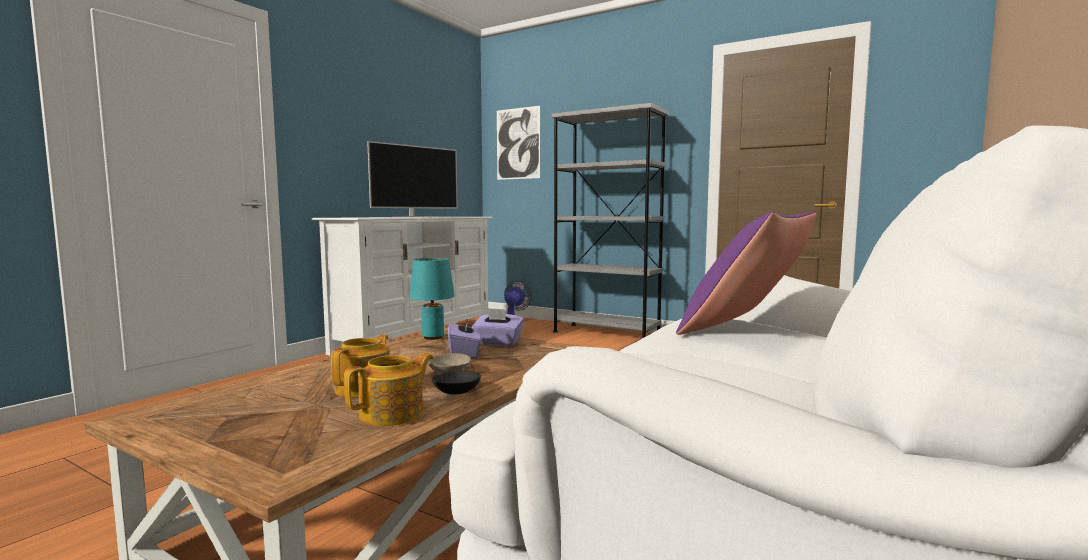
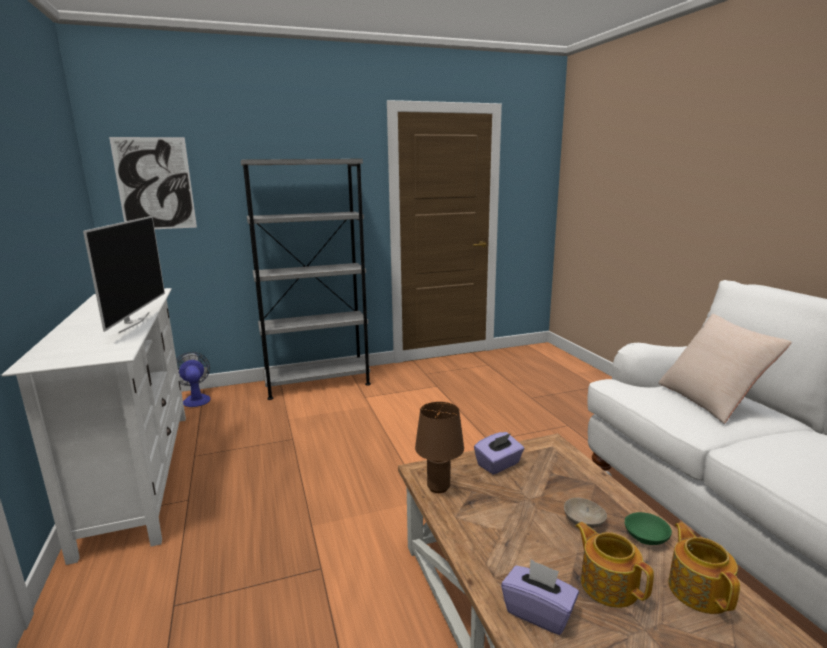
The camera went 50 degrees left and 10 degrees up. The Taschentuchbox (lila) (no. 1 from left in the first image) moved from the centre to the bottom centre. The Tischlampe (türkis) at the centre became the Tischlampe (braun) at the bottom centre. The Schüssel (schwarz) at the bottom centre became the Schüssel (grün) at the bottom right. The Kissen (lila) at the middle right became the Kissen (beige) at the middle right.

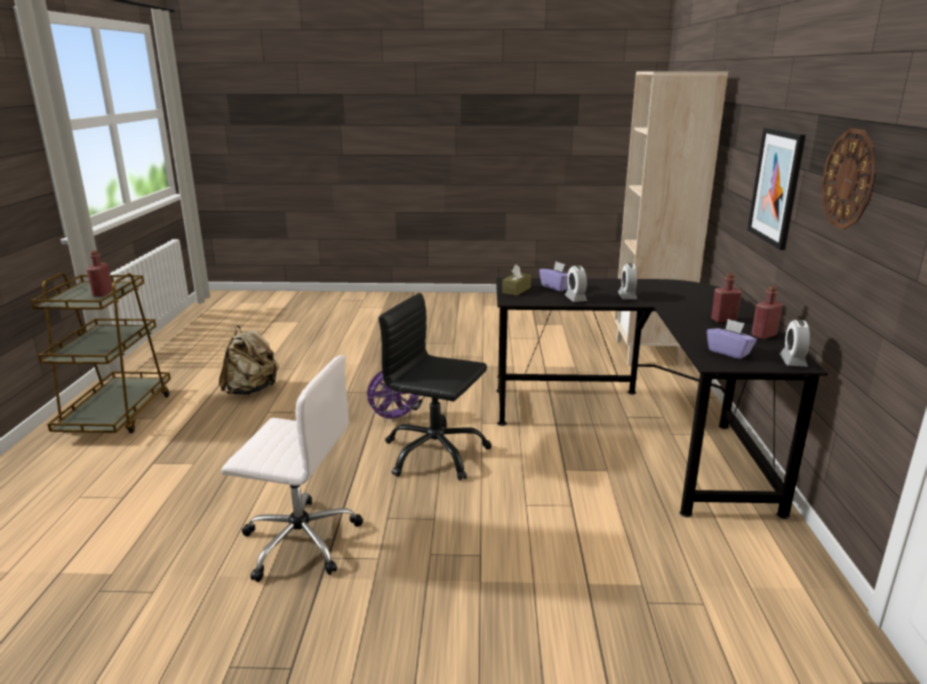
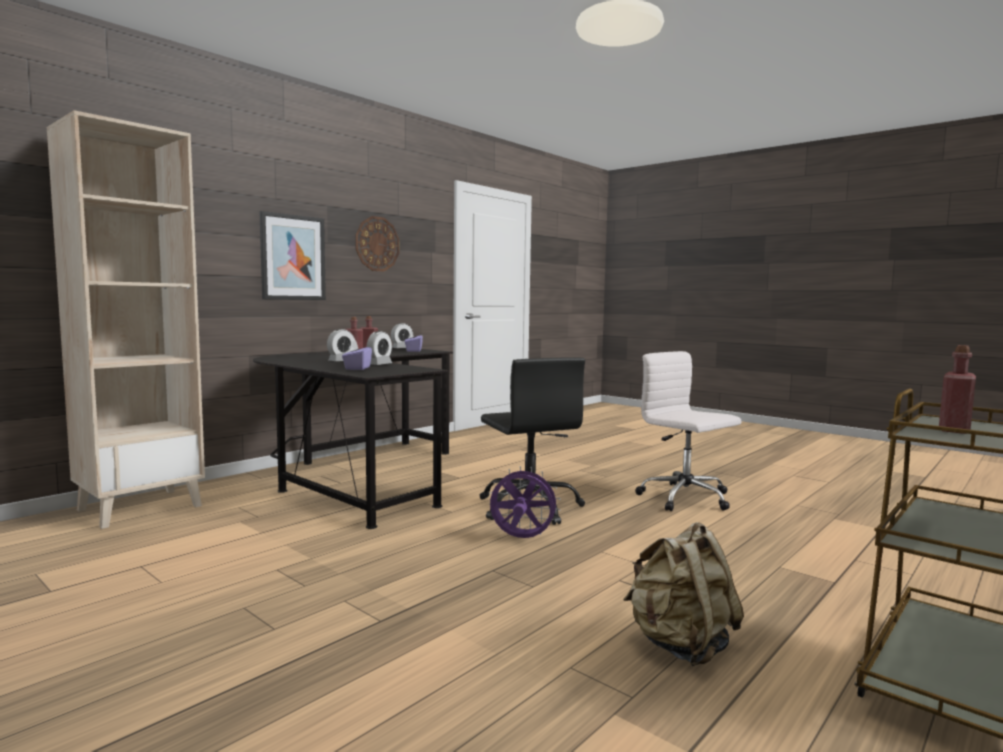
The camera went 140 degrees left and 15 degrees down. The Taschentuchbox (braun) at the centre disappeared.

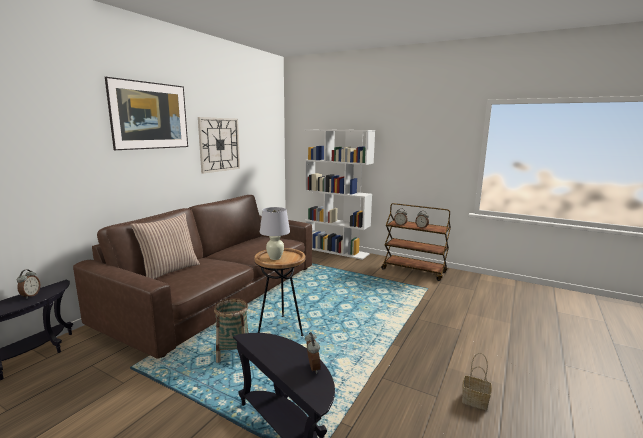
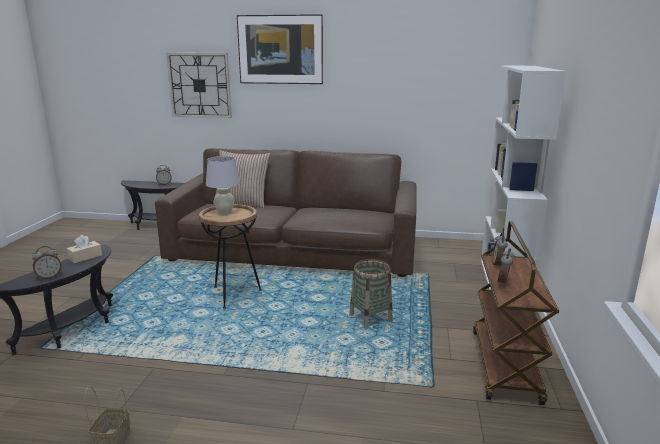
The camera went 70 degrees right and 5 degrees up. The Taschentuchbox (beige) at the middle left appeared. The Wanduhr moved from the top centre to the top left. The Korb (no. 1 from left in the first image) moved from the bottom centre to the centre.

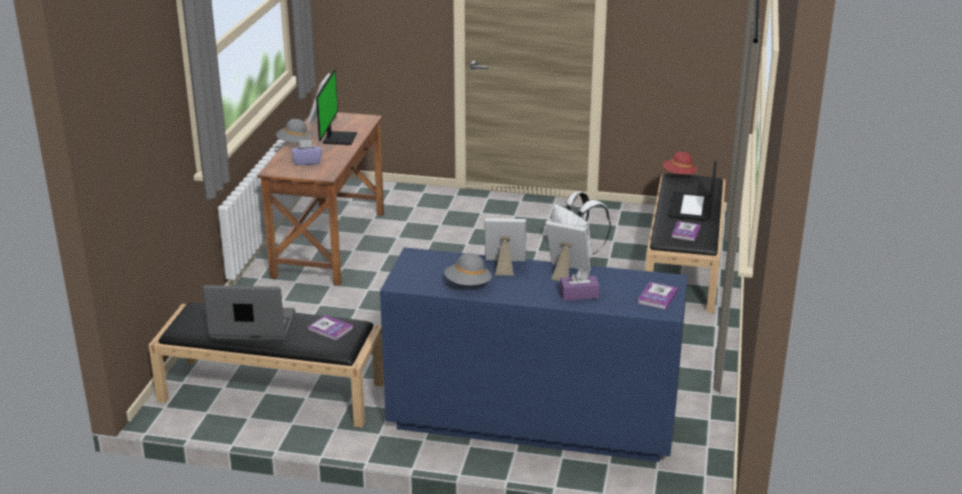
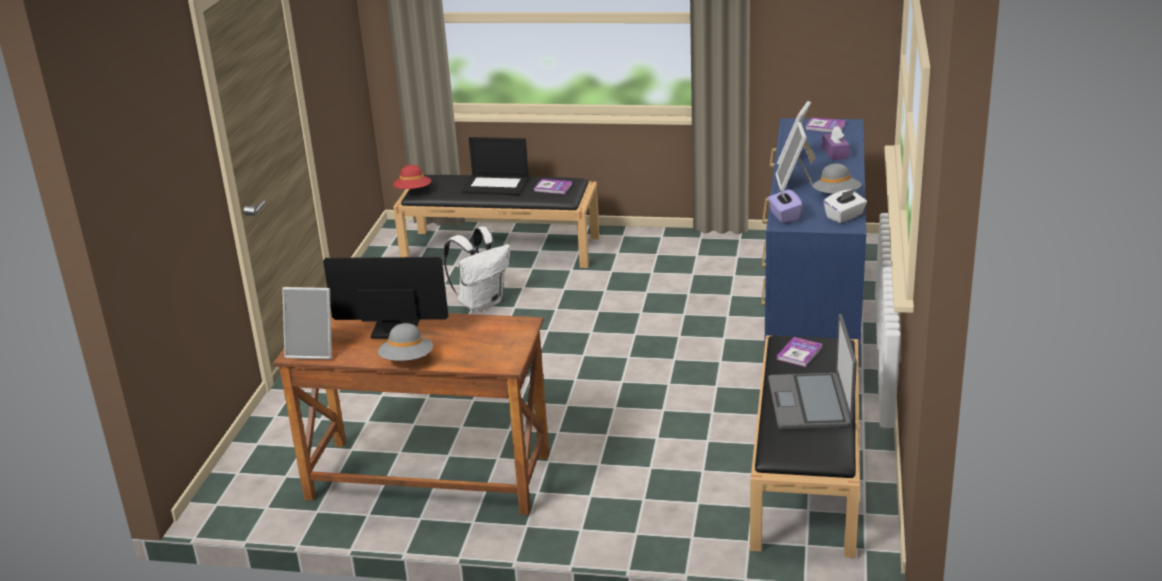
The camera went 90 degrees left and 0 degrees up. The Taschentuchbox (weiß) at the middle right appeared. The Taschentuchbox (lila) (no. 1 from left) moved from the top left to the middle right.

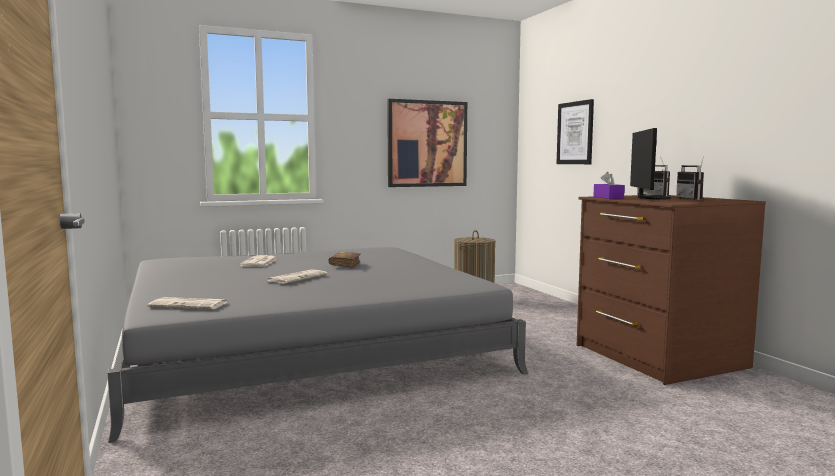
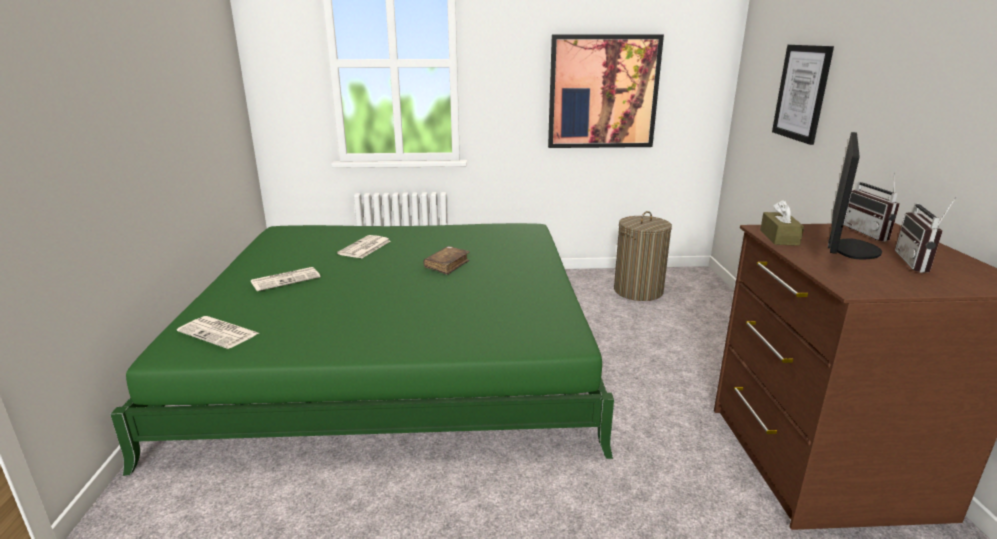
The camera went 20 degrees right and 15 degrees up. The Zeitung (no. 3 from left in the first image) moved from the centre to the middle left. The Bett (grau) at the bottom centre became the Bett (grün) at the centre. The Taschentuchbox (lila) at the middle right became the Taschentuchbox (braun) at the middle right.

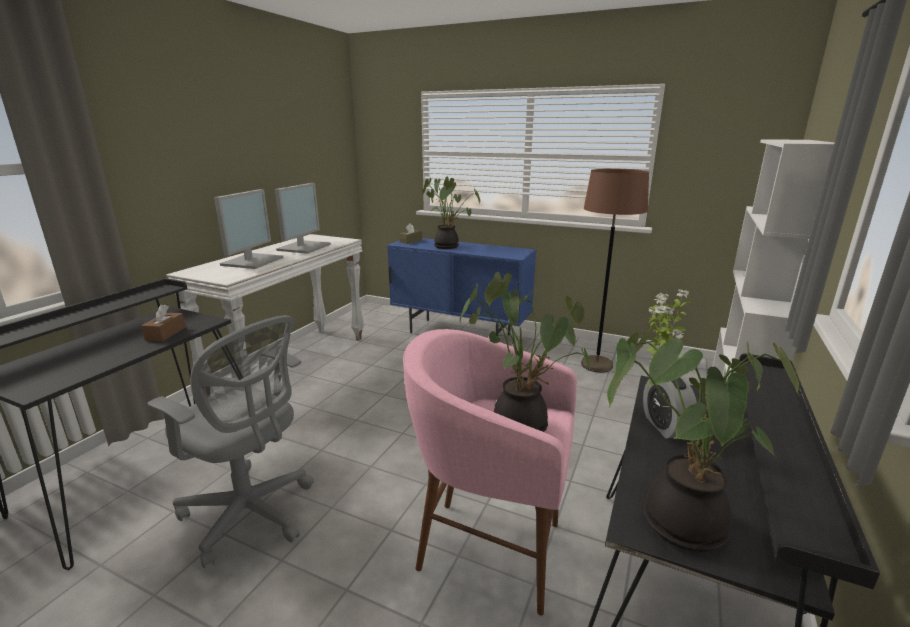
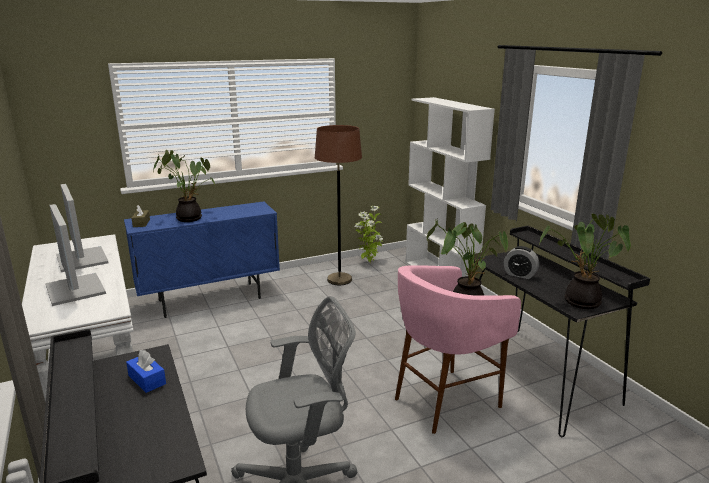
The camera went 50 degrees left and 0 degrees up. The Taschentuchbox (braun) (no. 1 from left) at the middle left became the Taschentuchbox (blau) at the bottom left.

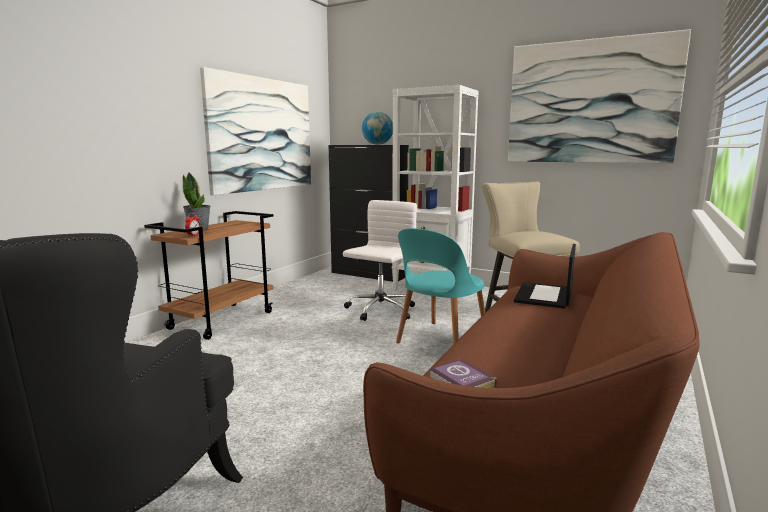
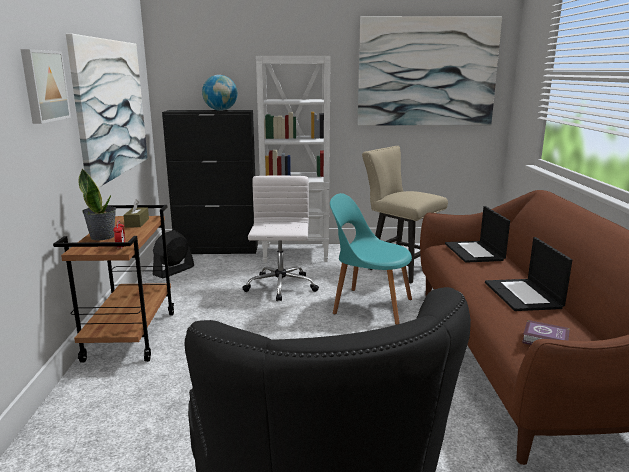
The camera went 30 degrees left and 5 degrees up. The Bild (no. 1 from left) at the top left appeared. The Taschentuchbox (braun) at the middle left appeared. The Ventilator (schwarz) at the middle left appeared. The Laptop (no. 2 from left) at the middle right appeared. The Stuhl (türkis) at the centre turned 105 degrees clockwise.

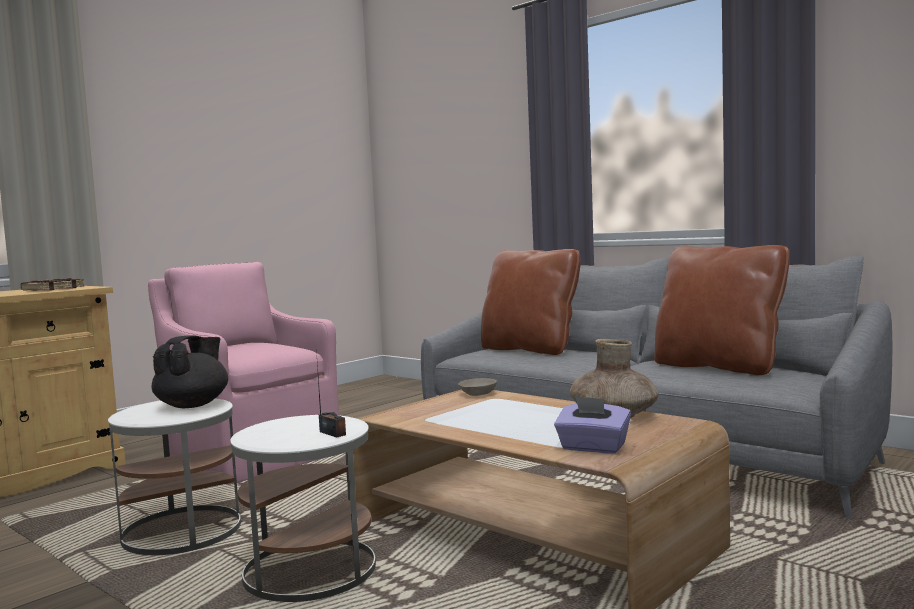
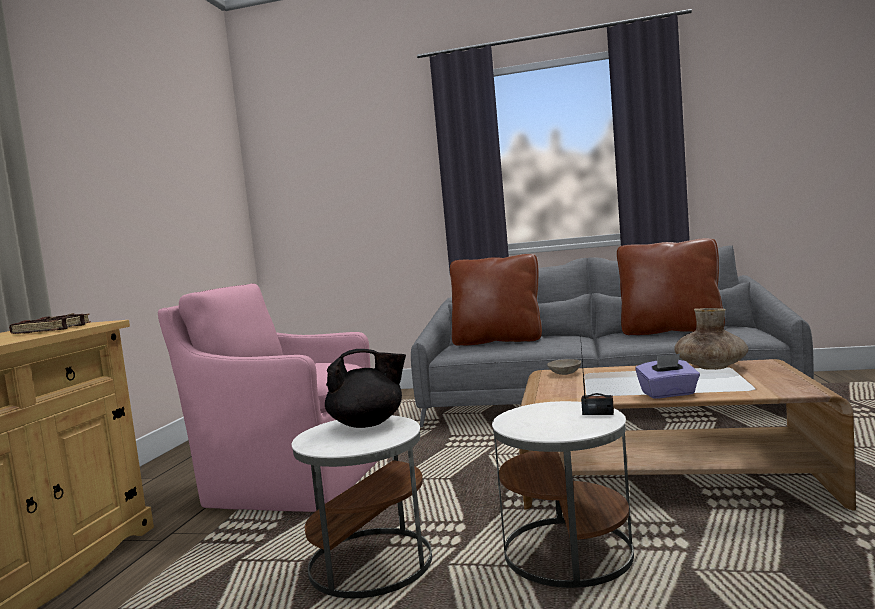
The camera went 30 degrees left and 0 degrees up. The Taschentuchbox (lila) moved from the bottom centre to the middle right. The Teekanne (schwarz) at the middle left turned 90 degrees clockwise.

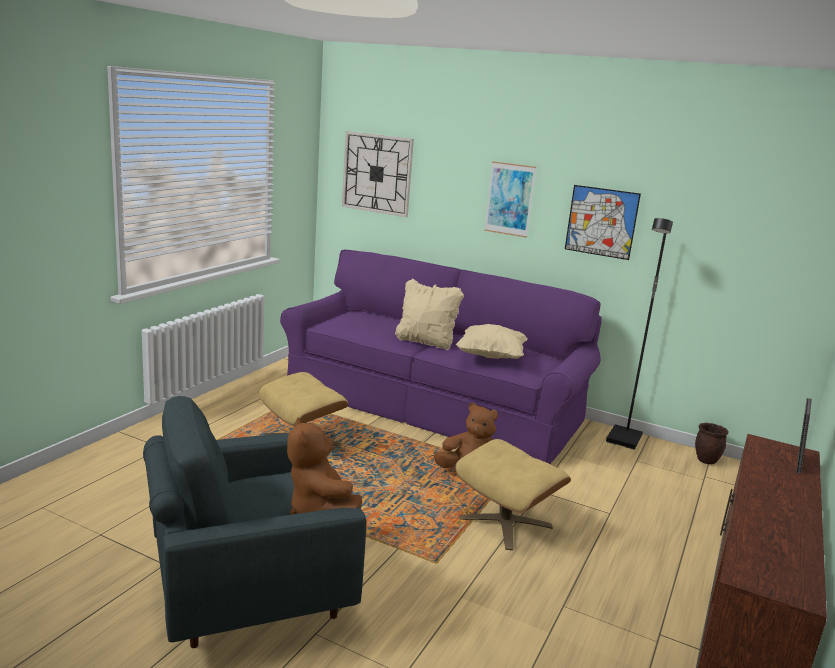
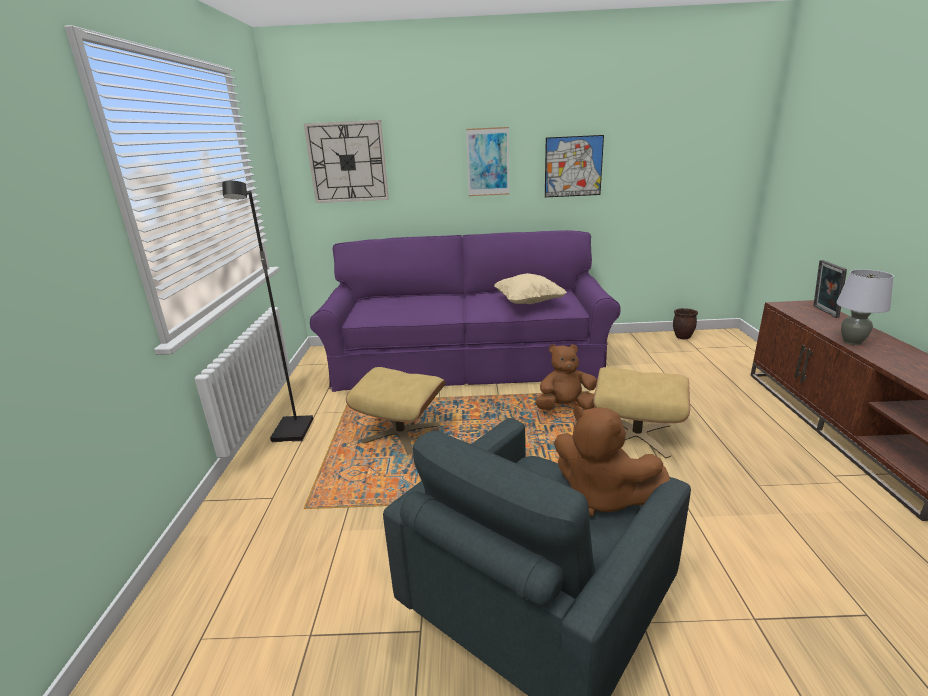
The camera went 25 degrees left and 5 degrees up. The Kissen (beige) (no. 1 from left) at the centre disappeared. The Tischlampe (grau) at the middle right appeared. The Stehlampe (schwarz) moved from the middle right to the middle left.

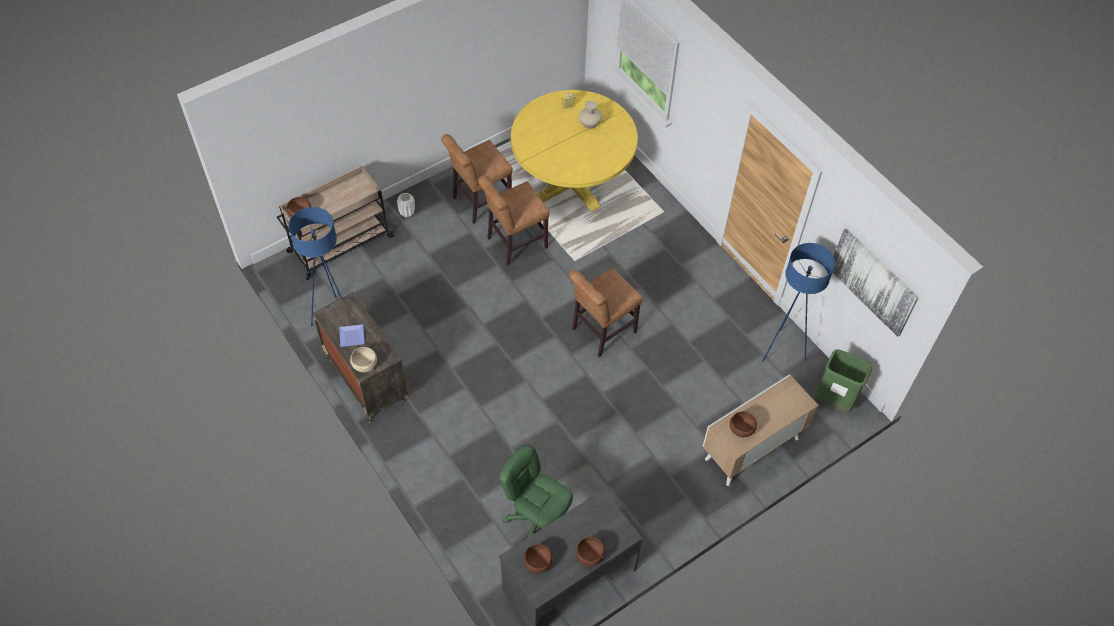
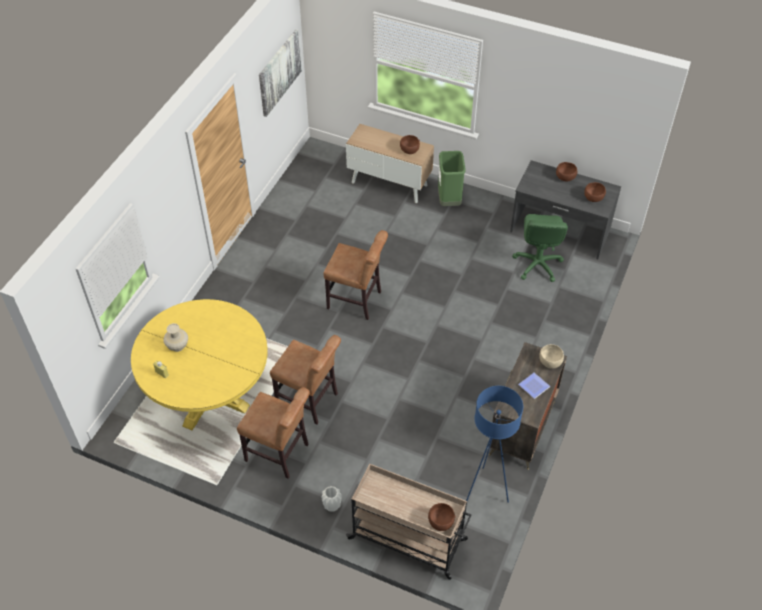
The camera went 120 degrees left and 5 degrees down. The Stehlampe (blau) (no. 2 from left) at the middle right disappeared. The Mülleimer (grün) moved from the middle right to the top centre.

